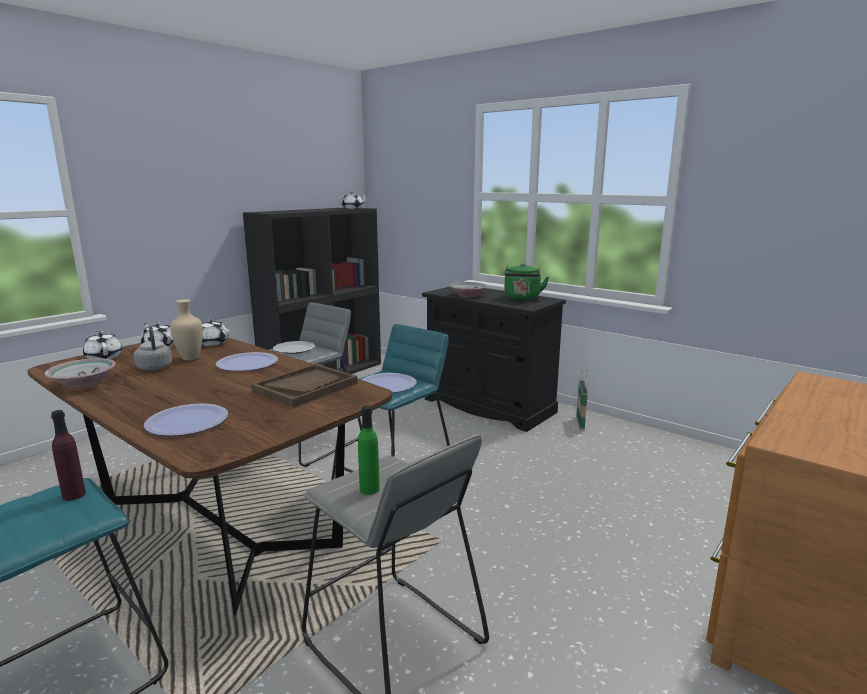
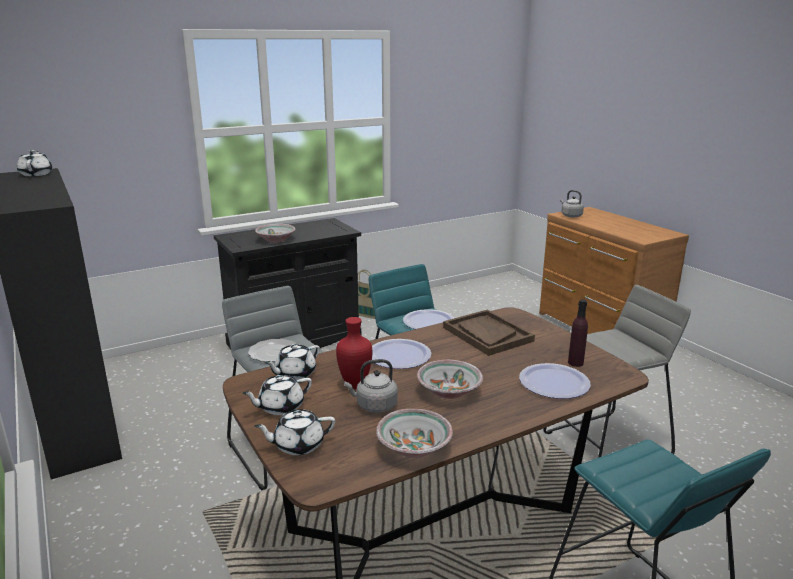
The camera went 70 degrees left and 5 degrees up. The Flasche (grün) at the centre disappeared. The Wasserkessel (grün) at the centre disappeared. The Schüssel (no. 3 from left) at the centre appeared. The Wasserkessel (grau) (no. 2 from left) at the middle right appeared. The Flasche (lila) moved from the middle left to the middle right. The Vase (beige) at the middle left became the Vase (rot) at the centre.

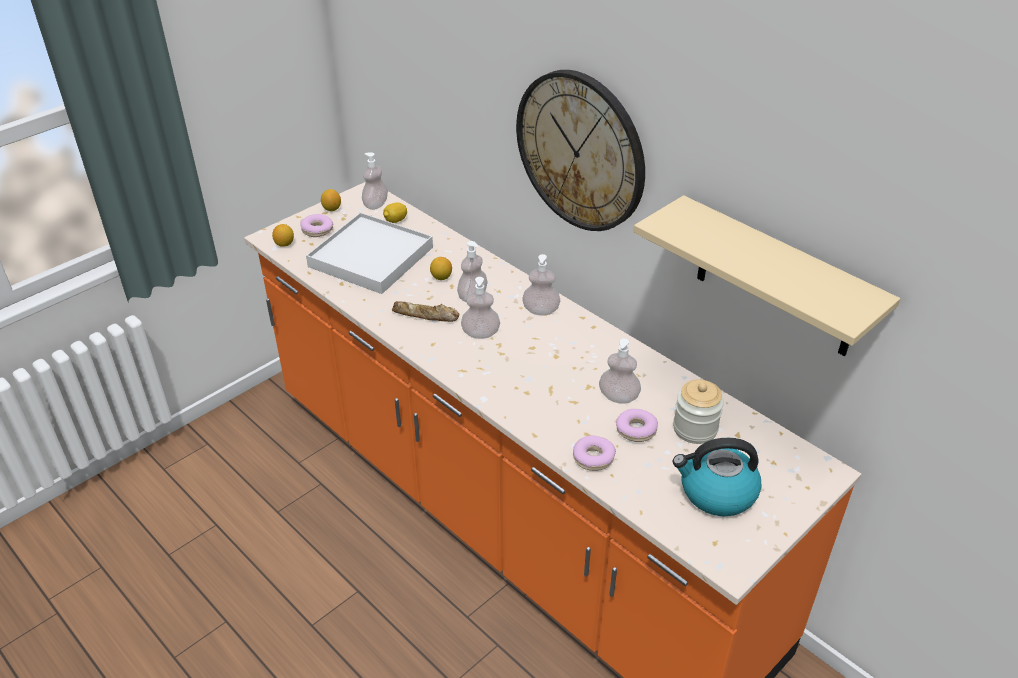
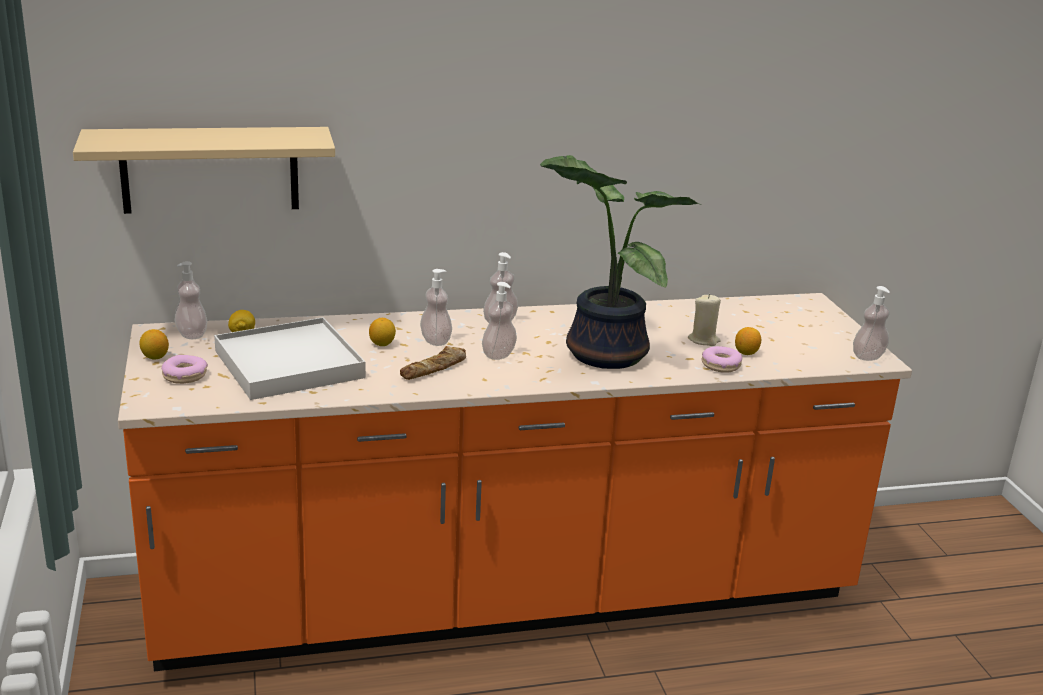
The camera went 60 degrees left and 15 degrees down. The Wanduhr at the top centre disappeared. The Vorratsglas at the middle right disappeared. The Wasserkessel at the bottom right disappeared. The Topfpflanze at the centre appeared. The Zitrone (no. 1 from left in the first image) moved from the middle left to the middle right. The Seifenspender (no. 5 from left) moved from the centre to the middle right. The Wandregal (beige) moved from the middle right to the top left. The Donut (no. 3 from left) at the centre was replaced by the Kerze (beige) at the middle right.

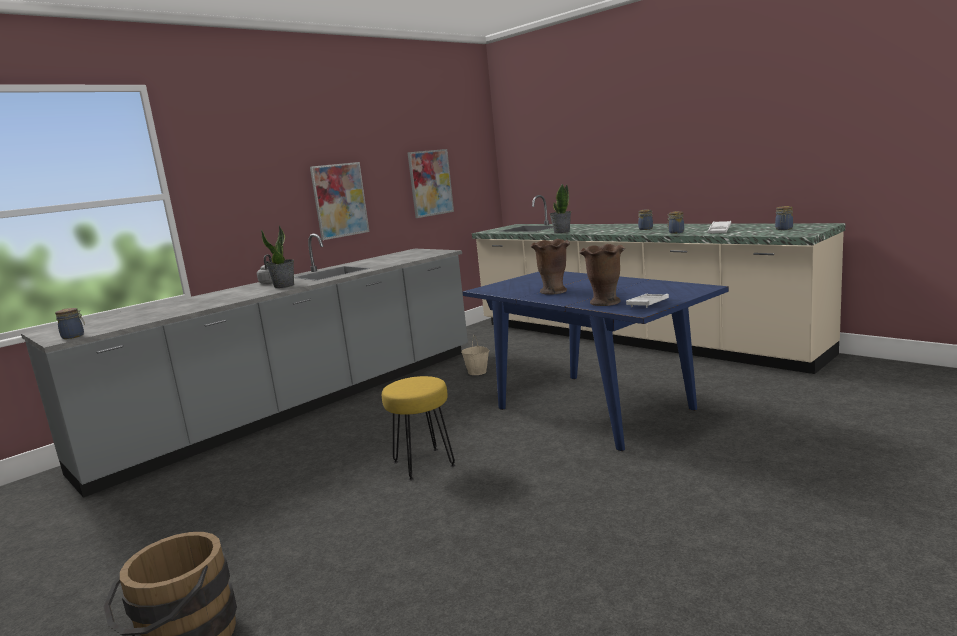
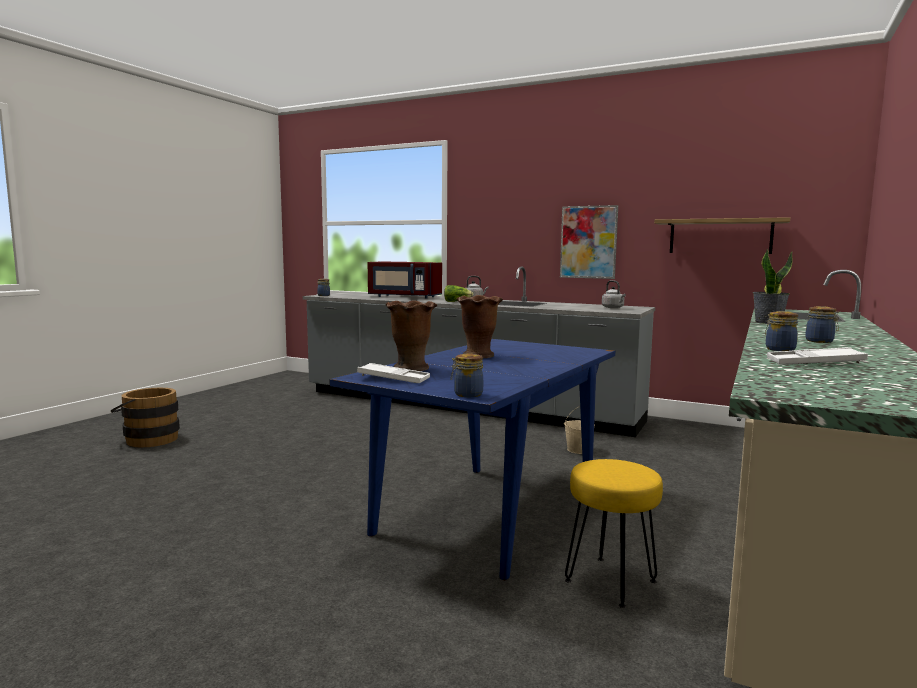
The camera went 70 degrees right and 5 degrees down. The Mikrowelle (rot) at the centre appeared. The Wasserkessel (grau) (no. 2 from left) at the middle right appeared. The Hocker (gelb) moved from the bottom centre to the bottom right. The Vorratsglas (no. 4 from left in the first image) moved from the middle right to the centre. The Topfpflanze (no. 1 from left) at the middle left was replaced by the Salatkopf at the centre. The Bild (no. 2 from left) at the top centre was replaced by the Wandregal at the middle right.

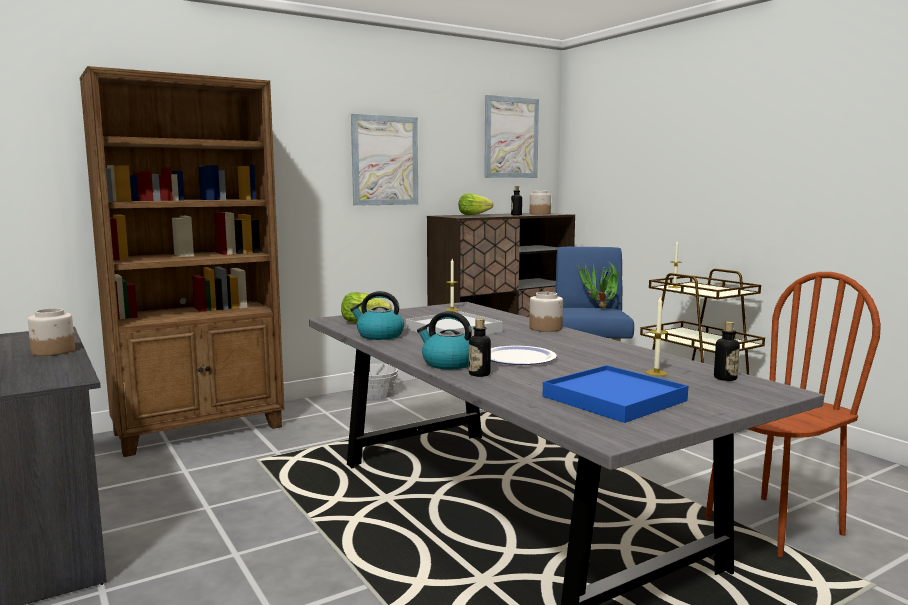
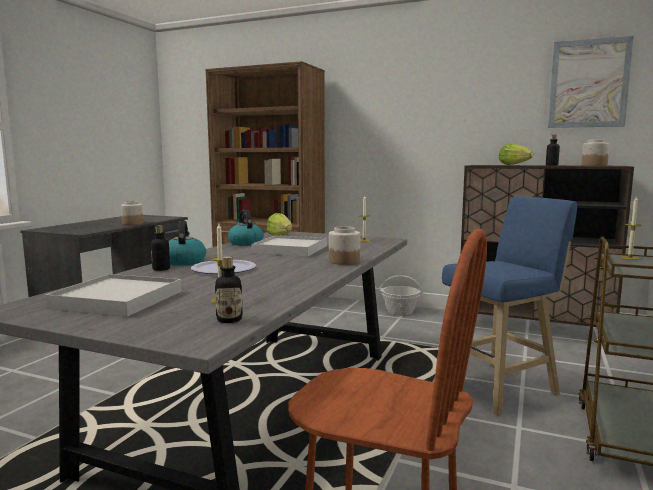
The camera went 55 degrees right and 0 degrees up. The Bild (no. 1 from left) at the top centre disappeared. The Topfpflanze at the centre disappeared. The Tablett (blau) at the middle right became the Tablett (weiß) (no. 1 from left) at the middle left.

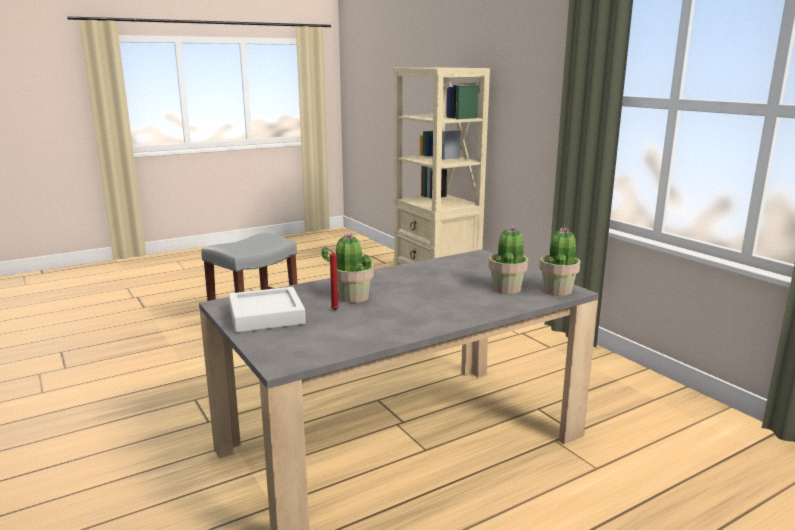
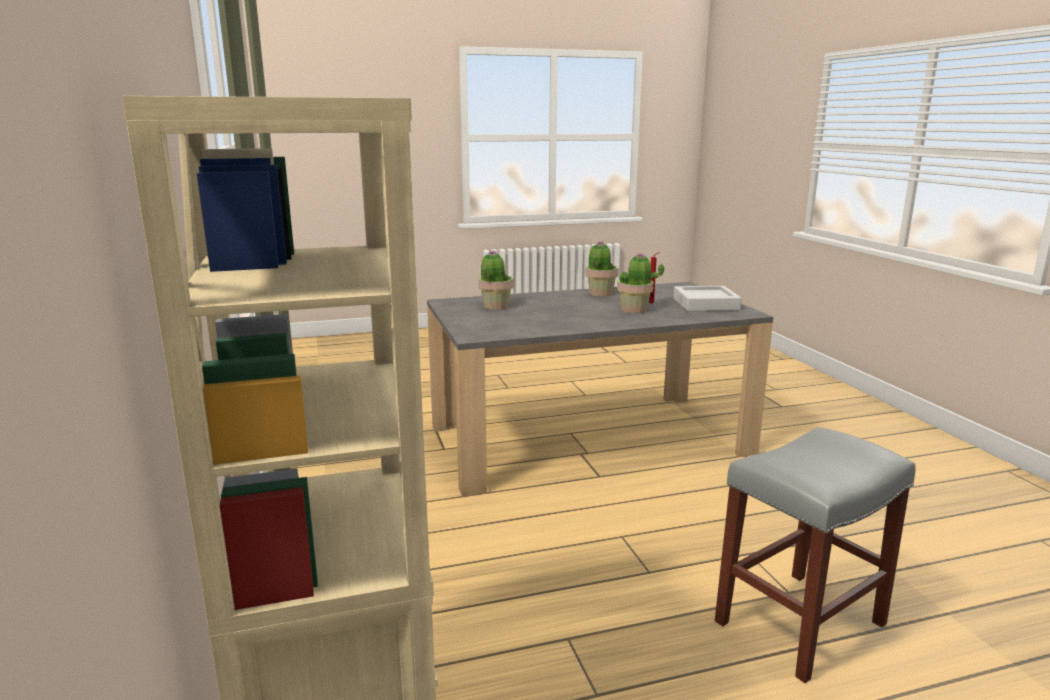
The camera went 165 degrees left and 0 degrees up. The Topfpflanze (no. 3 from left in the first image) moved from the middle right to the centre.

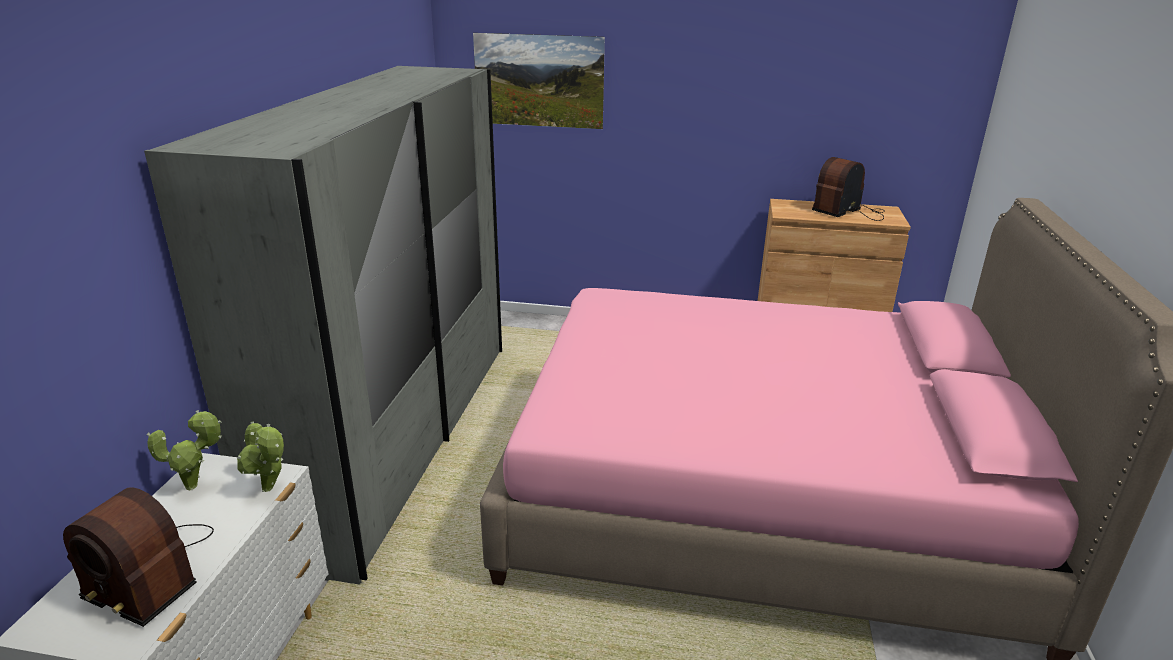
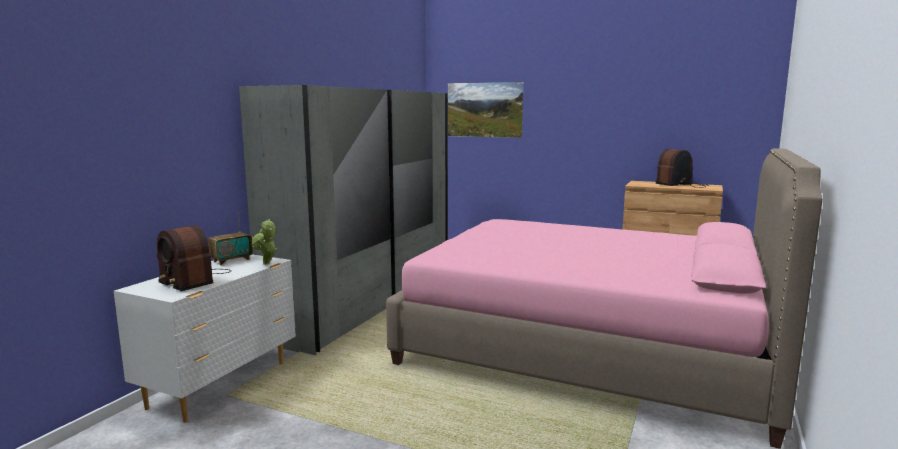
The camera went 15 degrees right and 15 degrees down. The Topfpflanze (no. 1 from left) at the bottom left was replaced by the Radio (no. 2 from left) at the middle left.

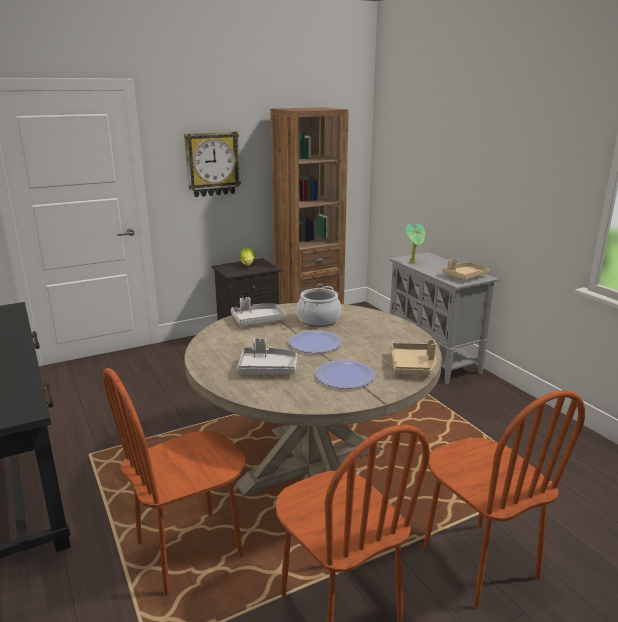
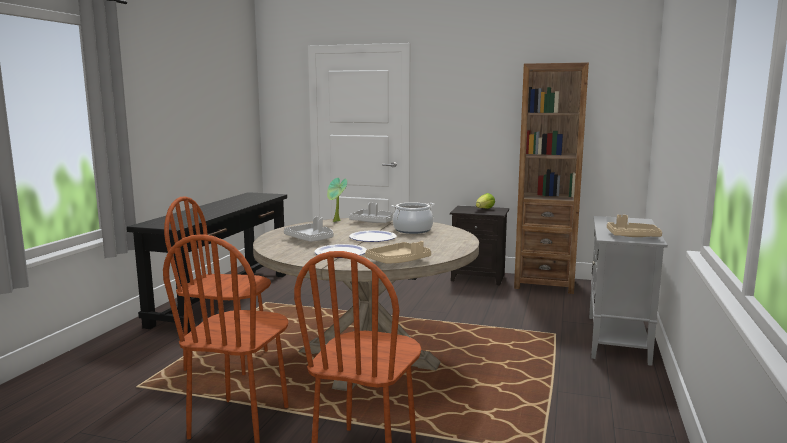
The camera went 45 degrees right and 10 degrees down. The Wanduhr at the top centre disappeared. The Topfpflanze moved from the middle right to the centre.

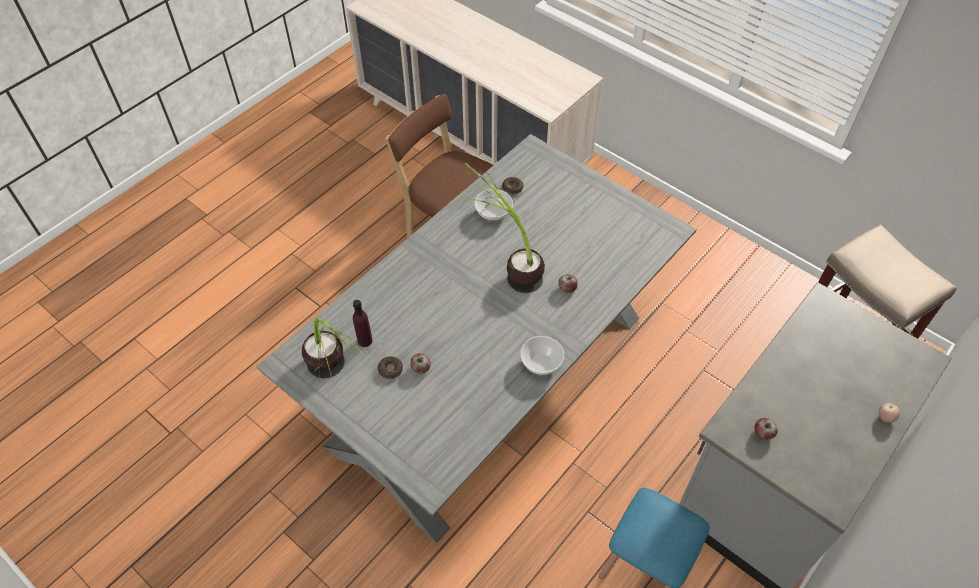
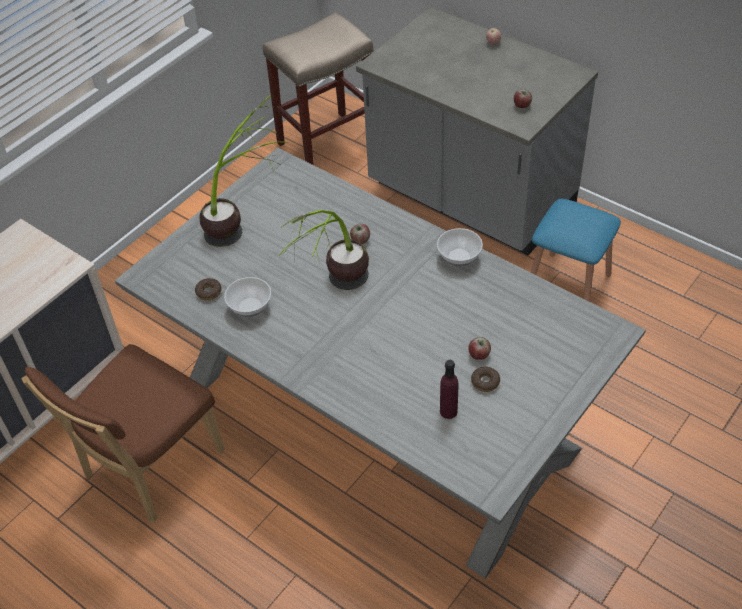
The camera went 90 degrees left and 5 degrees down. The Topfpflanze (no. 1 from left) moved from the centre to the top left.

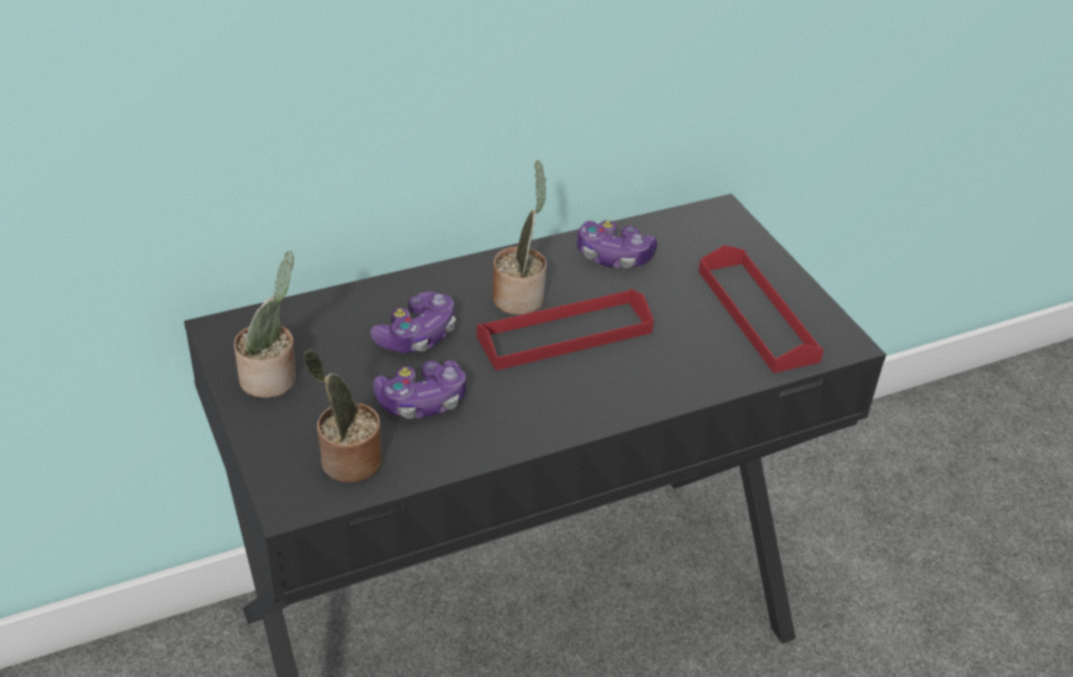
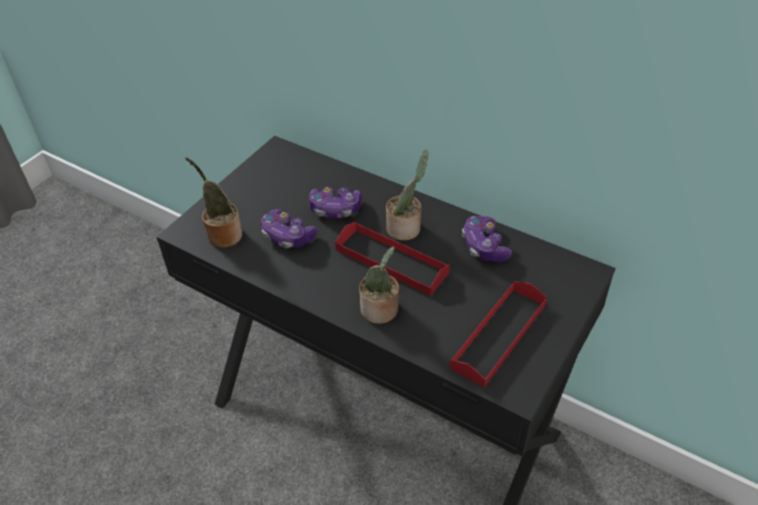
The camera went 60 degrees right and 5 degrees up. The Topfpflanze (no. 1 from left in the first image) moved from the middle left to the centre.

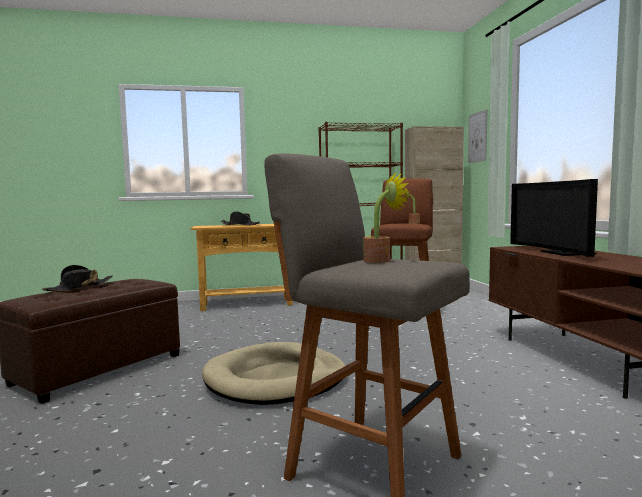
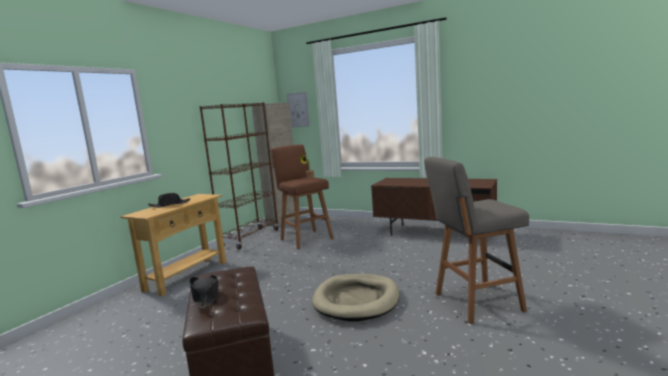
The camera went 50 degrees left and 5 degrees up. The Topfpflanze (no. 1 from left) at the centre disappeared. The Fernseher at the middle right disappeared.

